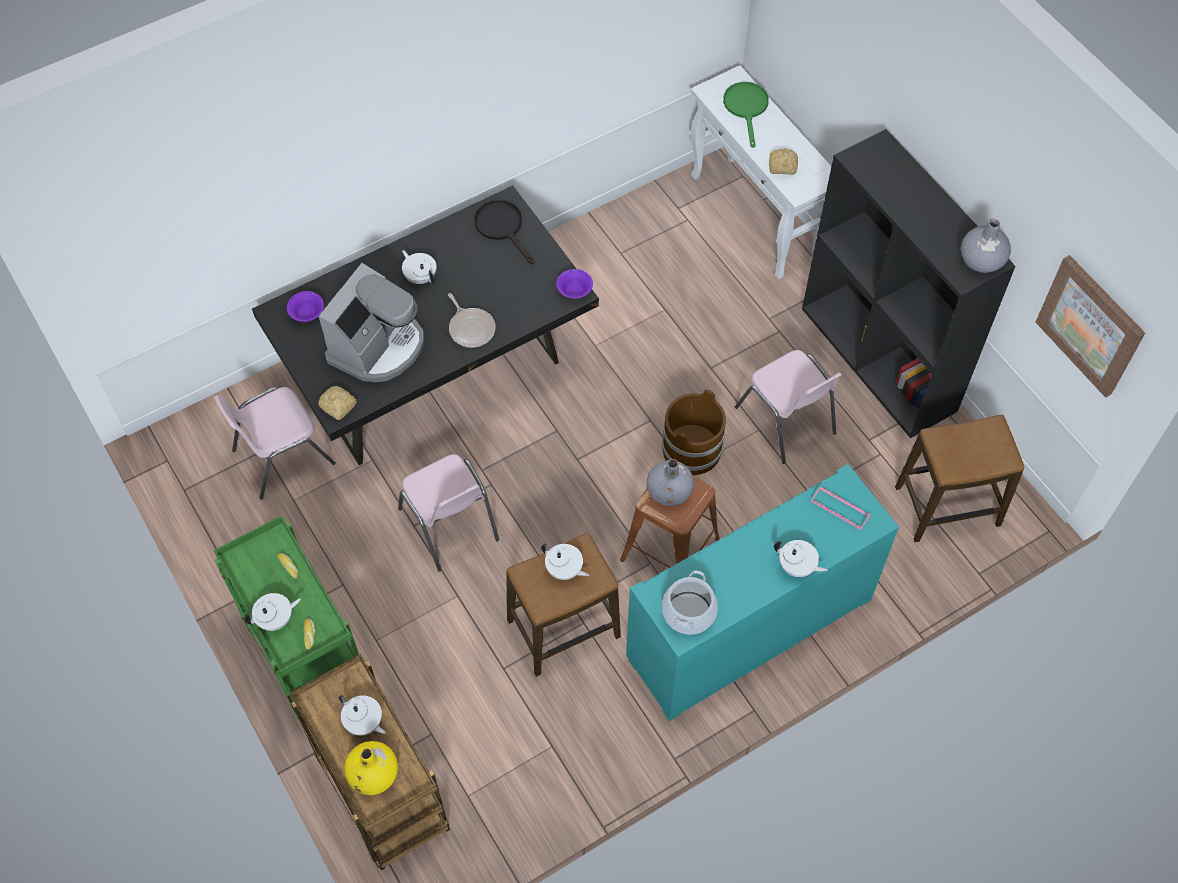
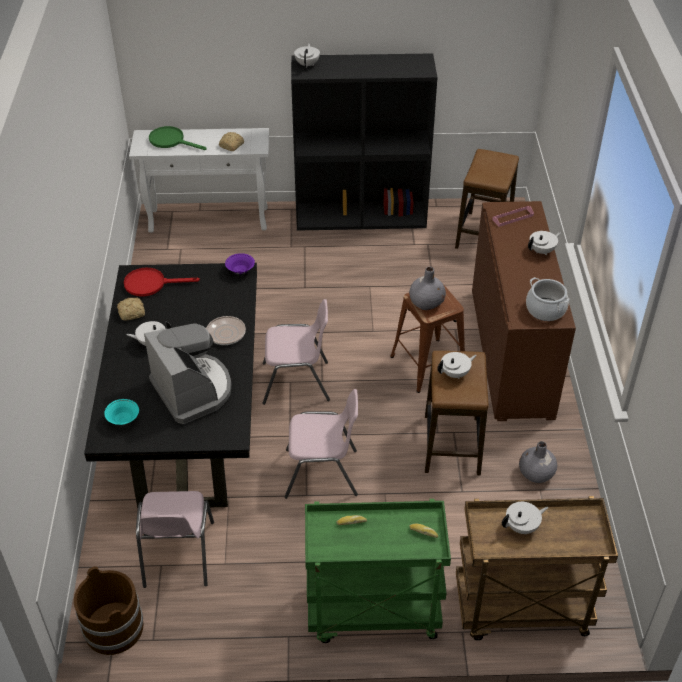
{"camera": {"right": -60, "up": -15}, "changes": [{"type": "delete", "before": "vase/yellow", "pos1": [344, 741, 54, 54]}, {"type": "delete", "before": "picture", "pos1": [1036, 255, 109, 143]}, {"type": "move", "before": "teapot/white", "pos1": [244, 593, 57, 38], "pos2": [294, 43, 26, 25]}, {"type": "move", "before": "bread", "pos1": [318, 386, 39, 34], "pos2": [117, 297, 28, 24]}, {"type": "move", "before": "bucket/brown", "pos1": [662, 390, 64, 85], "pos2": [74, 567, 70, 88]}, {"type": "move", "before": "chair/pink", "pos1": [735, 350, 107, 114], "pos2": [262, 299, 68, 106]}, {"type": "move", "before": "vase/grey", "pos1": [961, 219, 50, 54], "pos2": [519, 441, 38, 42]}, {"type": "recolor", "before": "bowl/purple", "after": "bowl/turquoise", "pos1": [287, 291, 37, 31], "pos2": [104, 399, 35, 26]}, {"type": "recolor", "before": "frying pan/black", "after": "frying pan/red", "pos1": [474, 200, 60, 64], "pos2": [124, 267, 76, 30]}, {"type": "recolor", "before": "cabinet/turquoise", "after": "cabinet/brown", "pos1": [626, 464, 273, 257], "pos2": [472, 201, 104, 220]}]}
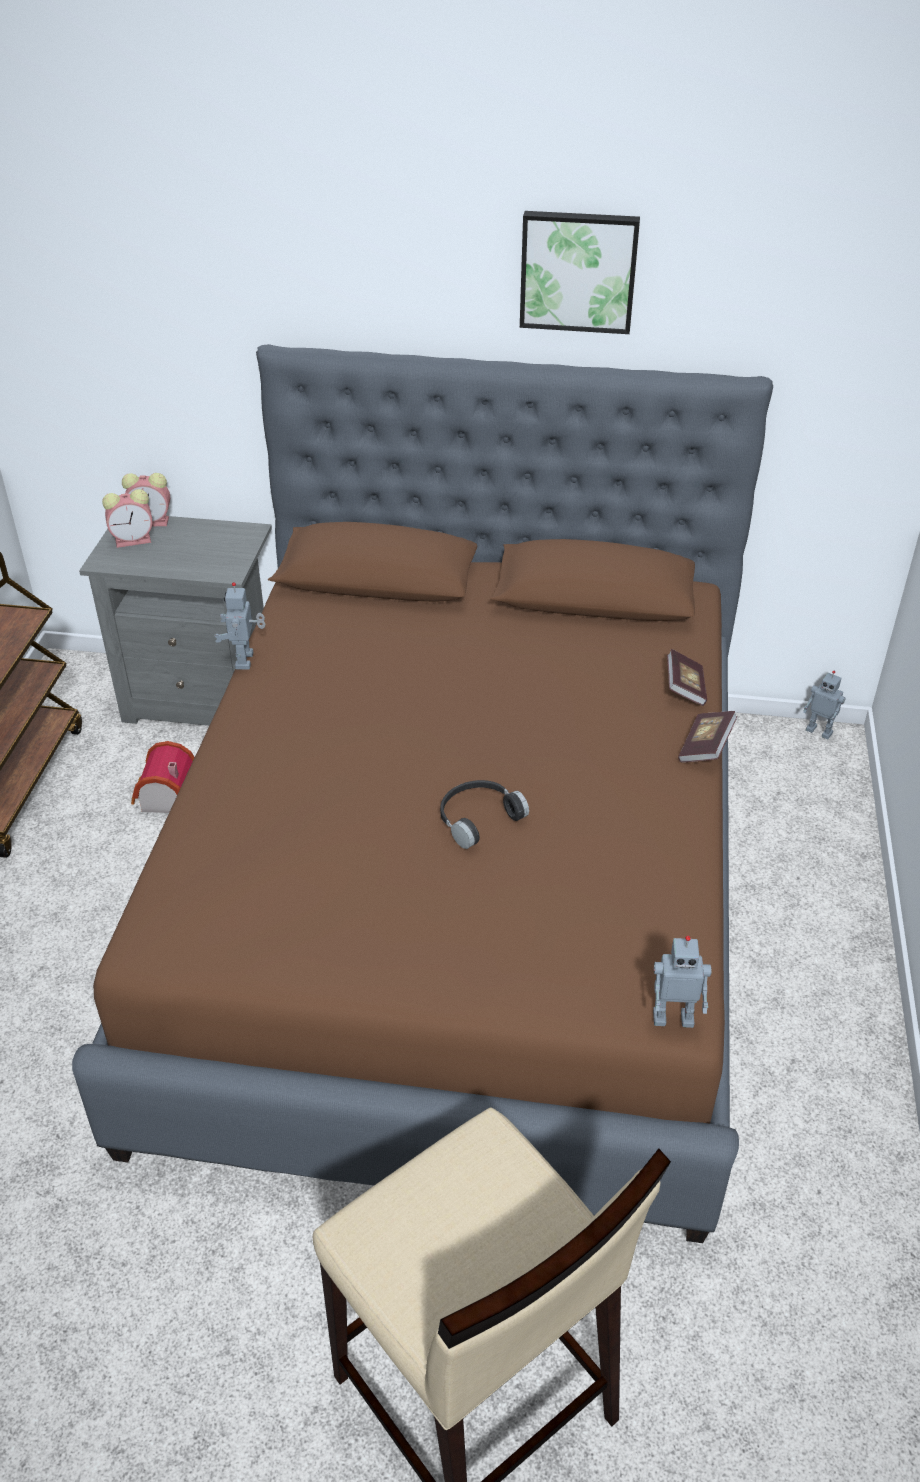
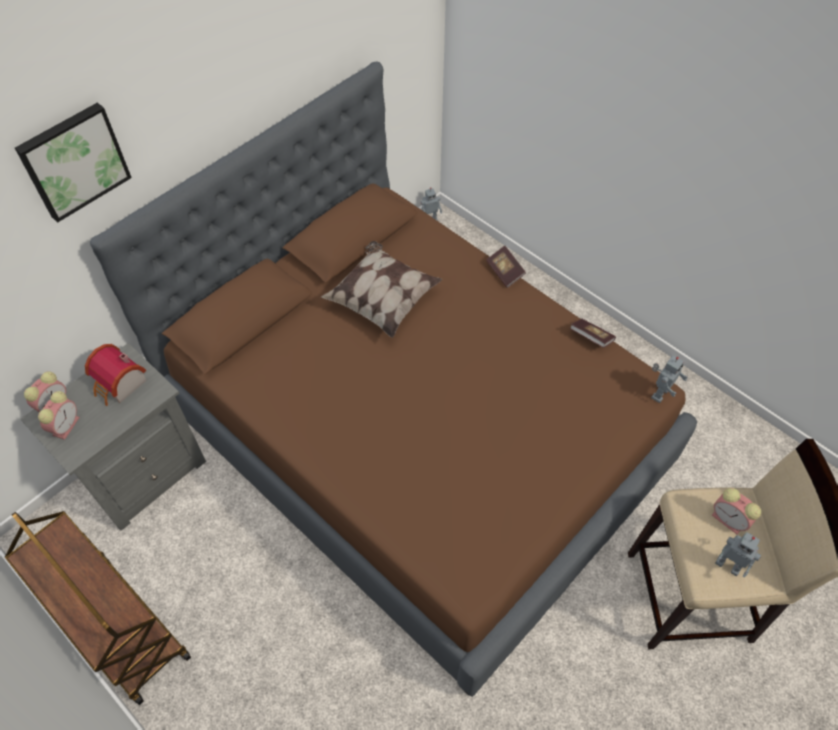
{"camera": {"right": -55, "up": 15}, "changes": [{"type": "delete", "before": "headphones/black", "pos1": [440, 780, 89, 69]}, {"type": "insert", "after": "pillow", "pos2": [321, 241, 121, 97]}, {"type": "insert", "after": "alarm clock", "pos2": [712, 488, 49, 46]}, {"type": "move", "before": "toy house", "pos1": [131, 741, 64, 72], "pos2": [85, 344, 62, 62]}, {"type": "move", "before": "toy robot", "pos1": [215, 582, 51, 88], "pos2": [715, 532, 46, 46]}, {"type": "move", "before": "picture", "pos1": [520, 211, 120, 123], "pos2": [15, 103, 117, 120]}, {"type": "move", "before": "book", "pos1": [667, 649, 40, 57], "pos2": [570, 319, 46, 29]}]}
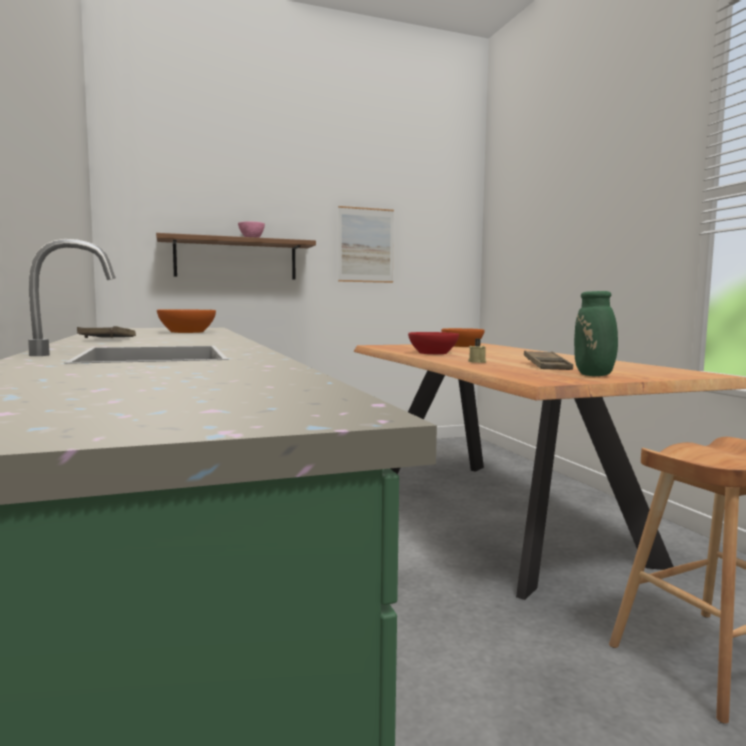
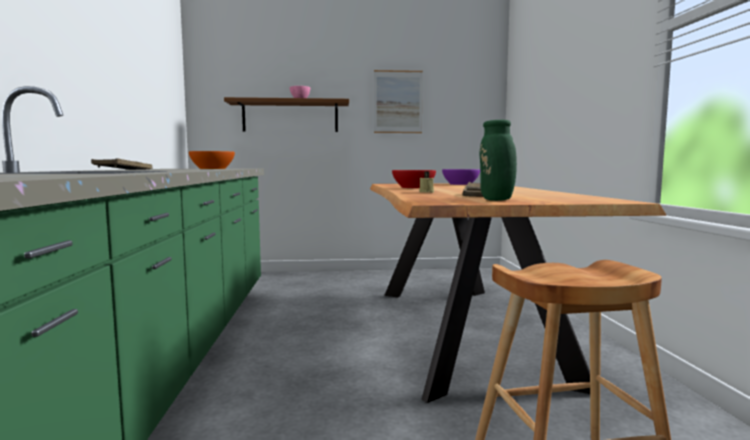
{"camera": {"right": 15, "up": 0}, "changes": [{"type": "recolor", "before": "bowl/orange", "after": "bowl/purple", "pos1": [441, 328, 44, 19], "pos2": [442, 169, 38, 16]}]}
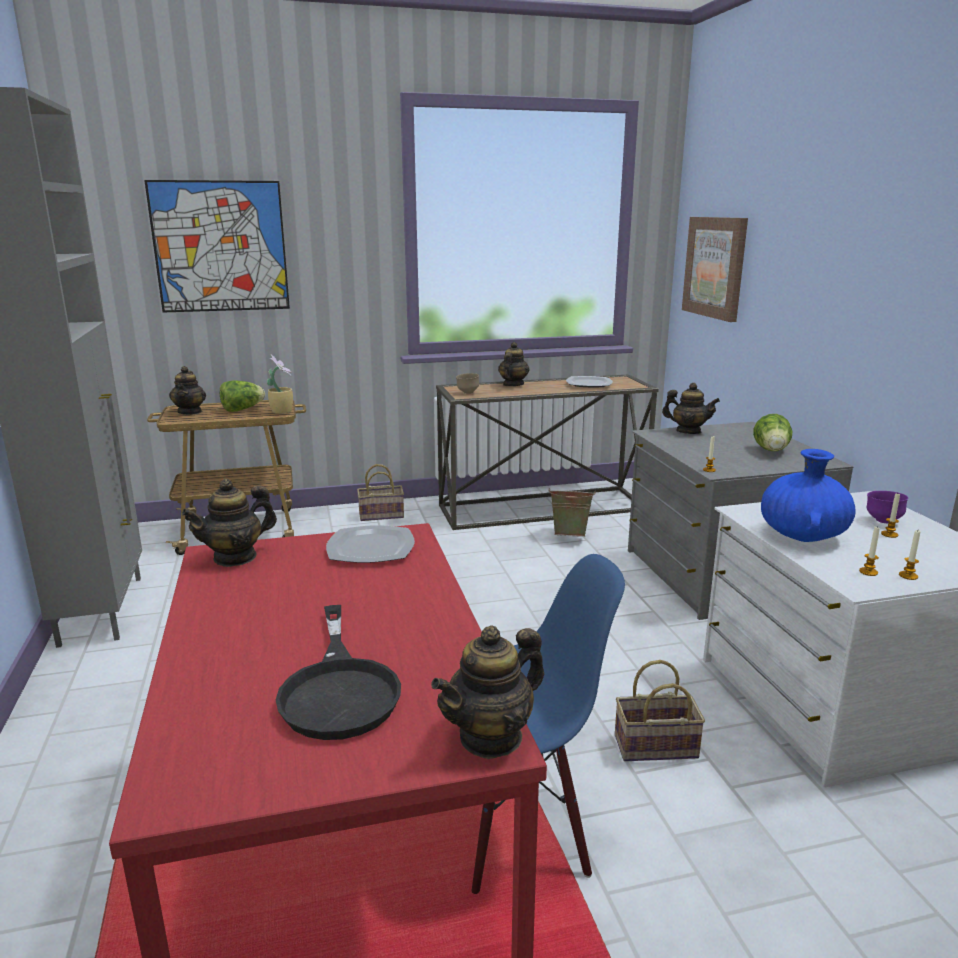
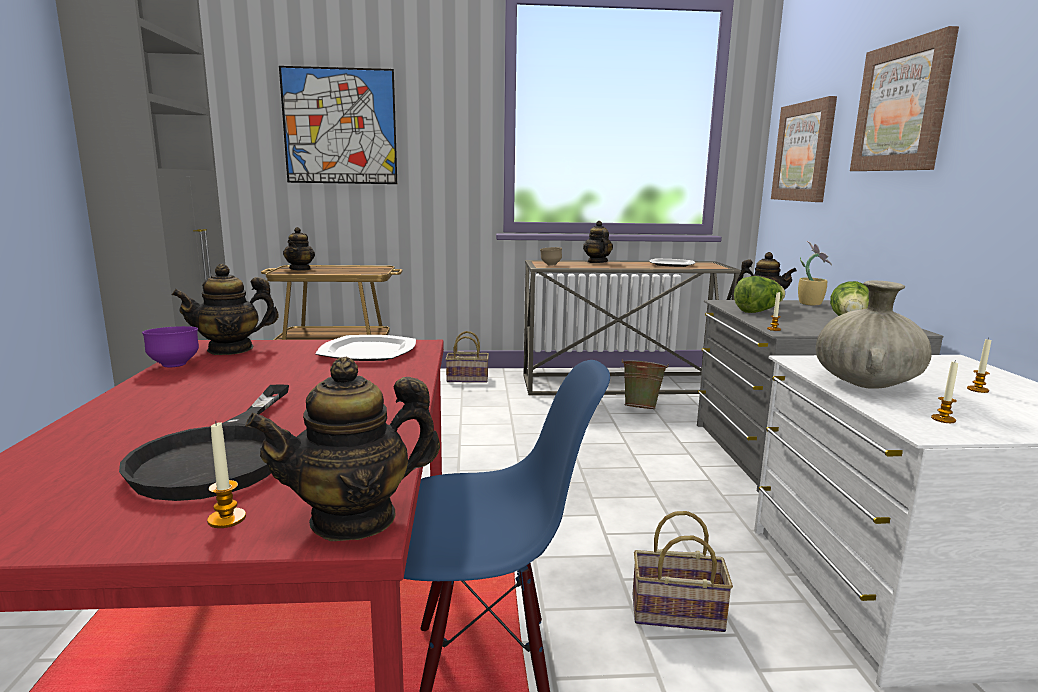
{"camera": {"right": 10, "up": -5}, "changes": [{"type": "insert", "after": "picture", "pos2": [850, 26, 109, 145]}, {"type": "move", "before": "lettuce", "pos1": [220, 380, 45, 32], "pos2": [734, 276, 51, 37]}, {"type": "move", "before": "potted plant", "pos1": [267, 355, 26, 59], "pos2": [798, 241, 34, 65]}, {"type": "move", "before": "bowl/purple", "pos1": [867, 491, 41, 32], "pos2": [142, 326, 57, 41]}, {"type": "move", "before": "candle", "pos1": [899, 530, 22, 50], "pos2": [207, 421, 39, 107]}, {"type": "recolor", "before": "vase/blue", "after": "vase/beige", "pos1": [761, 449, 95, 93], "pos2": [816, 281, 116, 108]}, {"type": "rotate", "before": "teapot", "pos1": [498, 342, 32, 44], "pos2": [583, 221, 30, 42], "turn": -45}]}
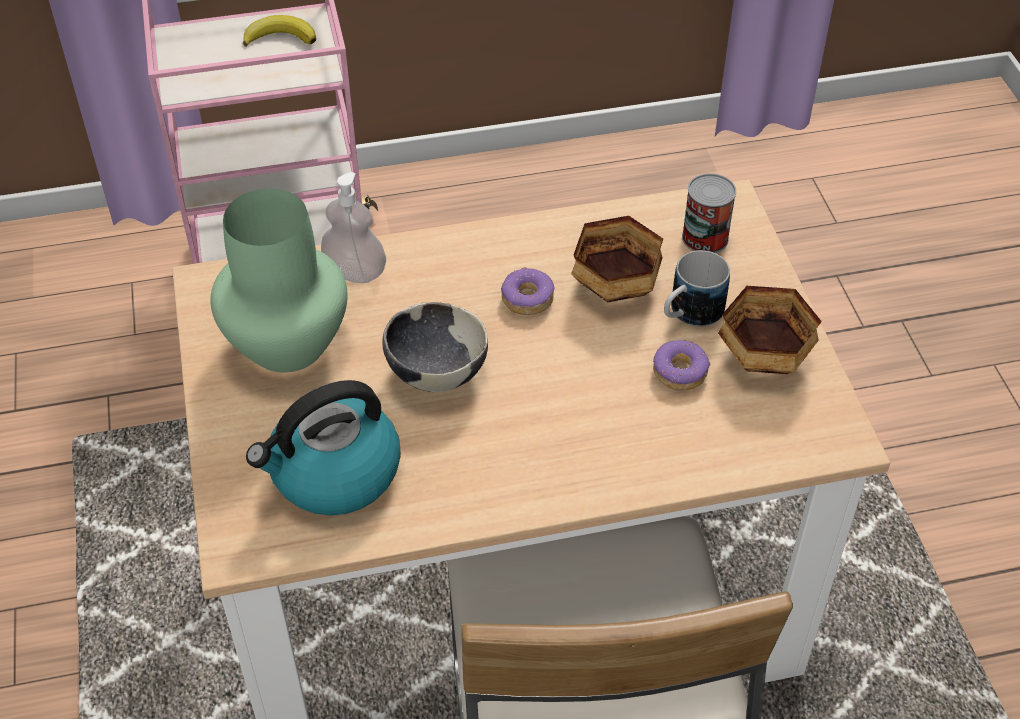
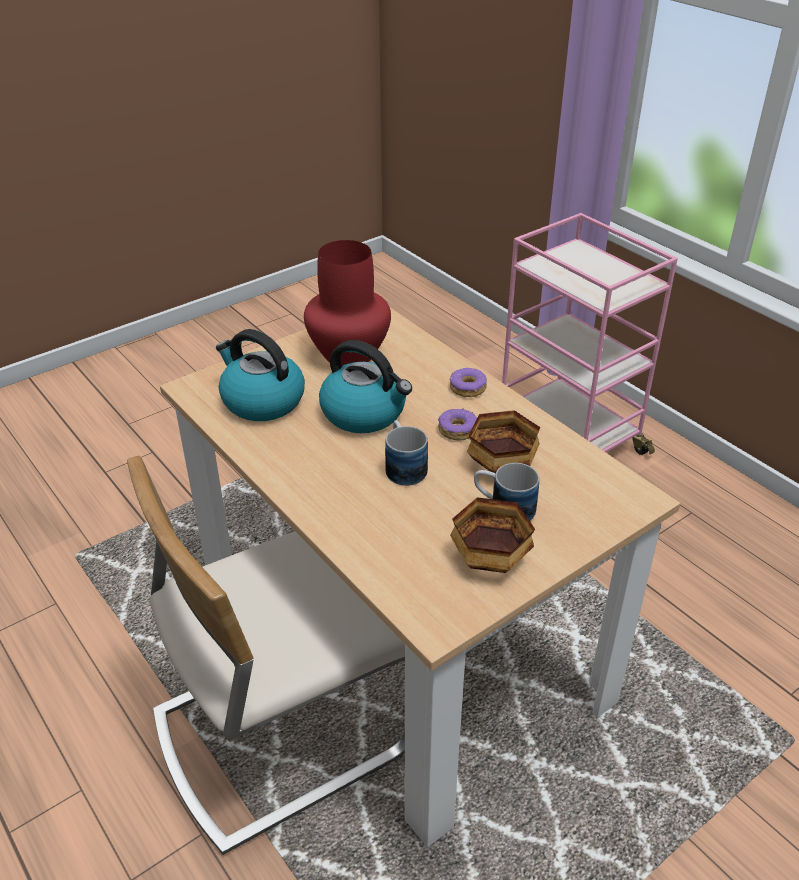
{"camera": {"right": 65, "up": -10}, "changes": [{"type": "delete", "before": "banana", "pos1": [243, 15, 73, 32]}, {"type": "delete", "before": "soap dispenser", "pos1": [321, 172, 65, 111]}, {"type": "delete", "before": "can", "pos1": [682, 174, 54, 79]}, {"type": "insert", "after": "mug", "pos2": [385, 420, 43, 66]}, {"type": "move", "before": "donut", "pos1": [653, 340, 57, 50], "pos2": [450, 368, 37, 29]}, {"type": "replace", "before": "bowl", "after": "kettle", "pos1": [382, 302, 106, 90], "pos2": [319, 340, 93, 93]}, {"type": "recolor", "before": "vase/green", "after": "vase/red", "pos1": [210, 188, 138, 185], "pos2": [304, 240, 87, 126]}]}
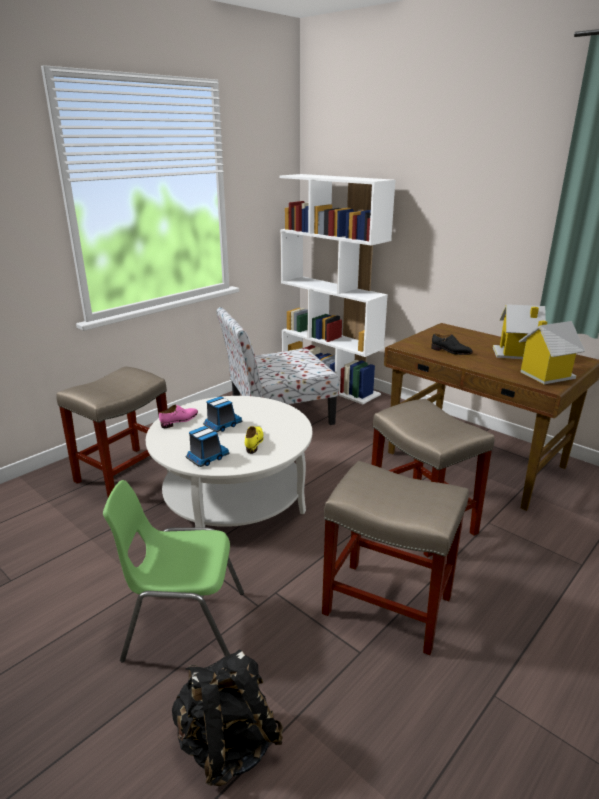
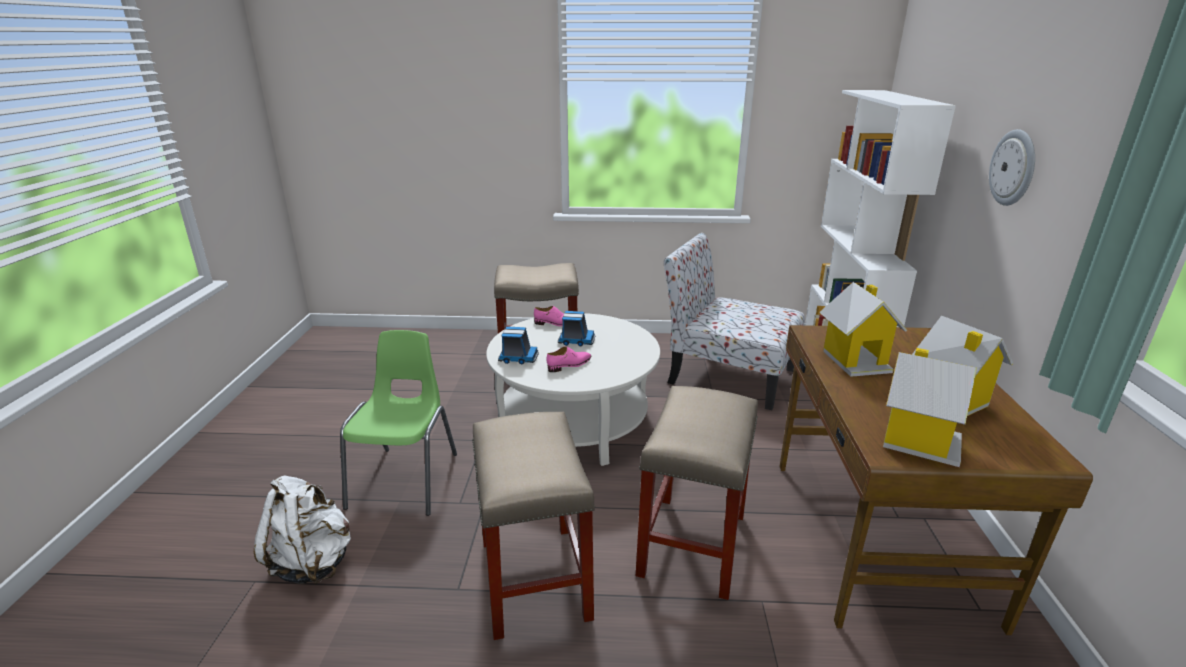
{"camera": {"right": 50, "up": 0}, "changes": [{"type": "insert", "after": "wall clock", "pos2": [989, 129, 46, 77]}, {"type": "replace", "before": "shoe/black", "after": "toy house", "pos1": [431, 333, 42, 22], "pos2": [819, 282, 88, 95]}, {"type": "recolor", "before": "backpack/black", "after": "backpack/white", "pos1": [172, 649, 111, 137], "pos2": [254, 476, 97, 109]}, {"type": "recolor", "before": "shoe/yellow", "after": "shoe/pink", "pos1": [245, 426, 18, 28], "pos2": [546, 346, 45, 26]}, {"type": "rotate", "before": "chair/green", "pos1": [103, 480, 141, 183], "pos2": [340, 330, 117, 186], "turn": 45}]}
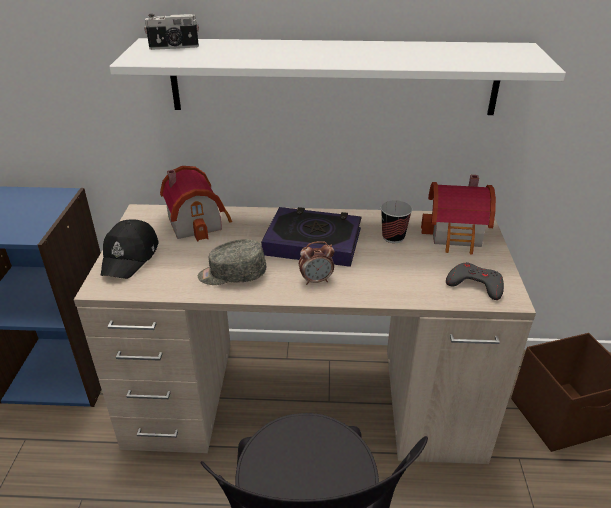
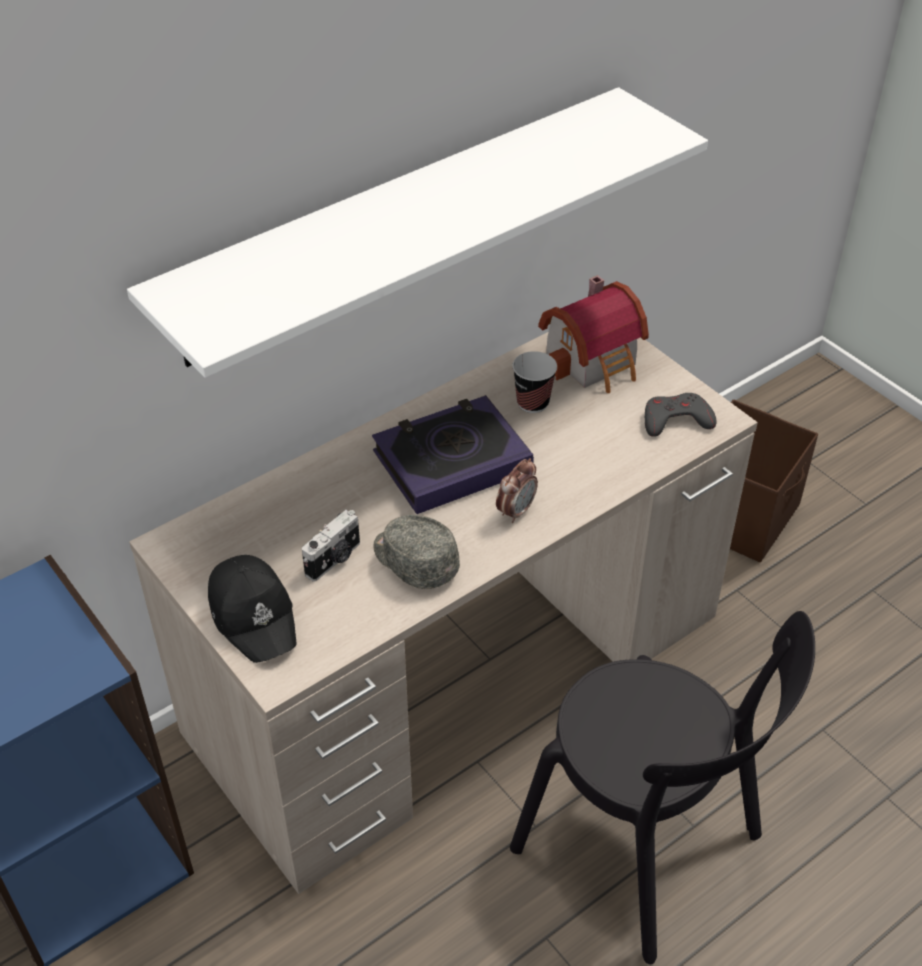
{"camera": {"right": -40, "up": 10}, "changes": [{"type": "delete", "before": "toy house", "pos1": [160, 166, 72, 75]}, {"type": "move", "before": "photo camera", "pos1": [144, 14, 55, 36], "pos2": [302, 510, 58, 71]}, {"type": "rotate", "before": "cap/grey", "pos1": [198, 239, 68, 46], "pos2": [373, 515, 87, 74], "turn": 90}]}
